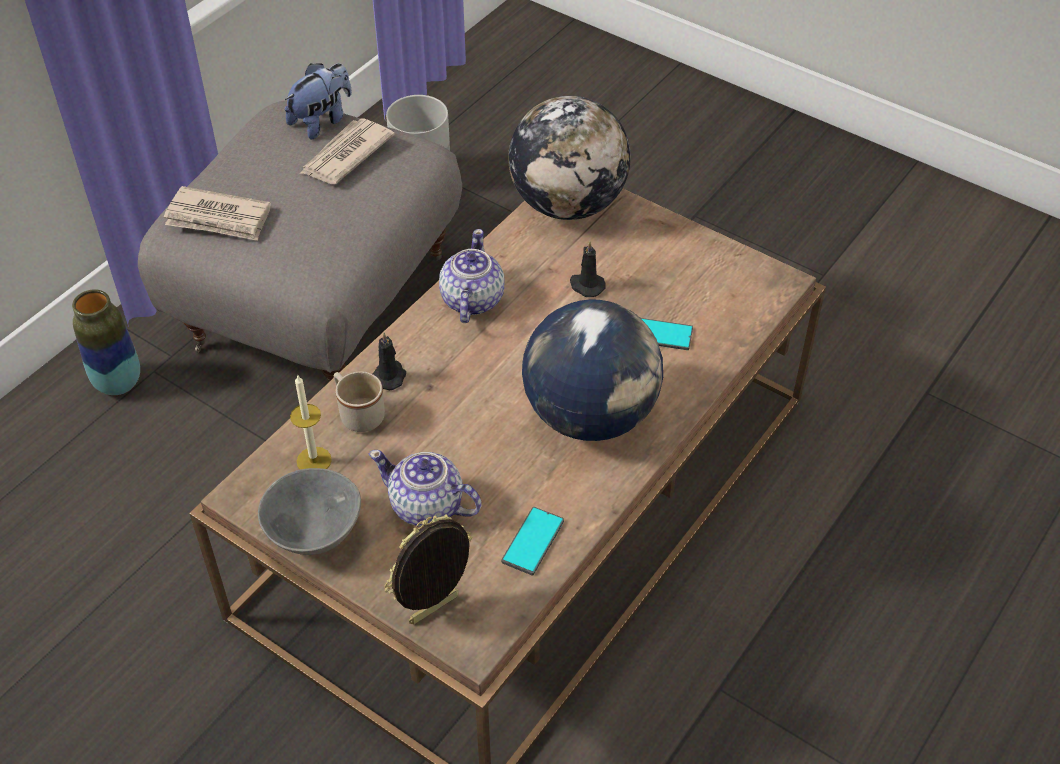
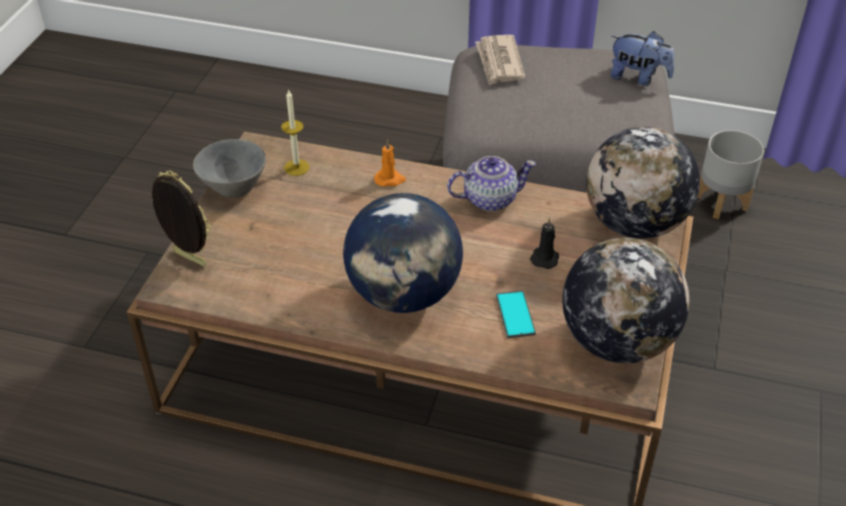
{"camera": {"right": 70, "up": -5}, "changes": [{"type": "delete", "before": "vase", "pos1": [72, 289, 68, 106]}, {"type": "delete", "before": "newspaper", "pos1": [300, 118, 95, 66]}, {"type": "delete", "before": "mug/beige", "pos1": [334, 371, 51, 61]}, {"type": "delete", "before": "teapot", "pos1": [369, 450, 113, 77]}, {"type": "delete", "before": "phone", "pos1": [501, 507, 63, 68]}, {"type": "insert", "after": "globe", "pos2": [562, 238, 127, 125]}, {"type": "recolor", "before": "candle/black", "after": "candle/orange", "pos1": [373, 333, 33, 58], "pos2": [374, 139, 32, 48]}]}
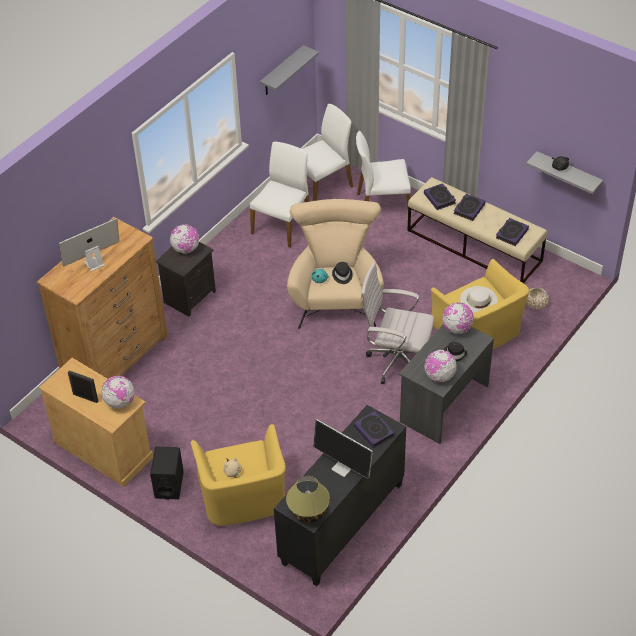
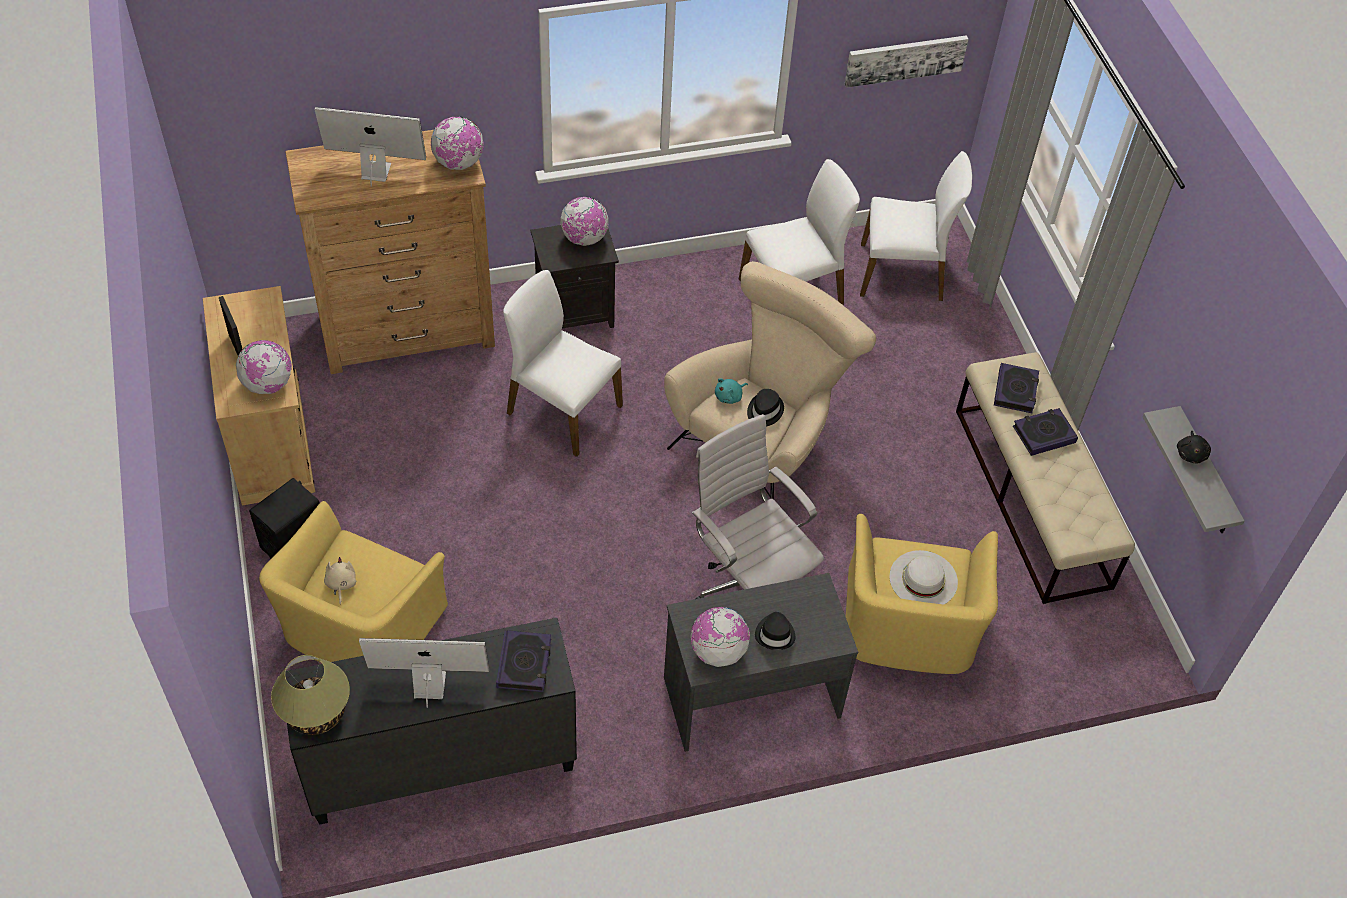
{"camera": {"right": 35, "up": 5}, "changes": [{"type": "delete", "before": "book", "pos1": [496, 218, 33, 28]}, {"type": "delete", "before": "planter/beige", "pos1": [526, 287, 23, 23]}, {"type": "move", "before": "chair/white", "pos1": [356, 131, 55, 78], "pos2": [503, 270, 120, 187]}, {"type": "move", "before": "globe", "pos1": [442, 302, 32, 32], "pos2": [431, 116, 53, 54]}, {"type": "replace", "before": "shelf/grey", "after": "picture", "pos1": [260, 45, 59, 50], "pos2": [845, 35, 123, 53]}, {"type": "rotate", "before": "monitor", "pos1": [313, 419, 60, 60], "pos2": [359, 638, 130, 70], "turn": 105}]}
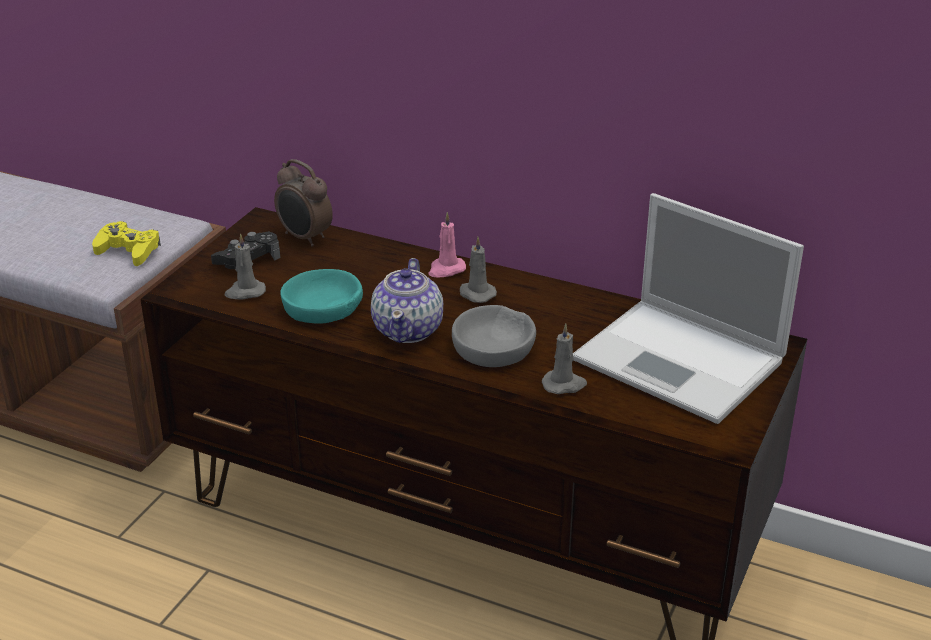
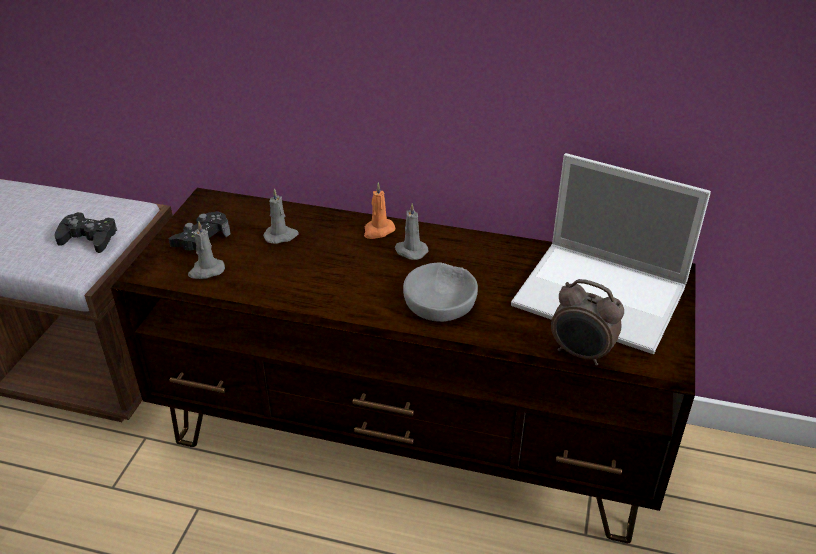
{"camera": {"right": -10, "up": 5}, "changes": [{"type": "delete", "before": "bowl/turquoise", "pos1": [280, 269, 83, 55]}, {"type": "delete", "before": "teapot", "pos1": [371, 258, 72, 85]}, {"type": "move", "before": "alarm clock", "pos1": [274, 159, 59, 88], "pos2": [551, 279, 73, 87]}, {"type": "move", "before": "candle/grey", "pos1": [542, 323, 45, 71], "pos2": [263, 188, 36, 56]}, {"type": "recolor", "before": "game controller/yellow", "after": "game controller/black", "pos1": [92, 221, 69, 45], "pos2": [55, 212, 62, 41]}, {"type": "recolor", "before": "candle/pink", "after": "candle/orange", "pos1": [428, 212, 38, 66], "pos2": [364, 182, 32, 57]}]}
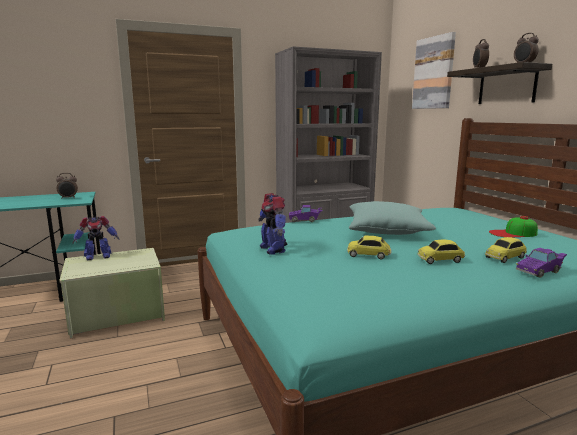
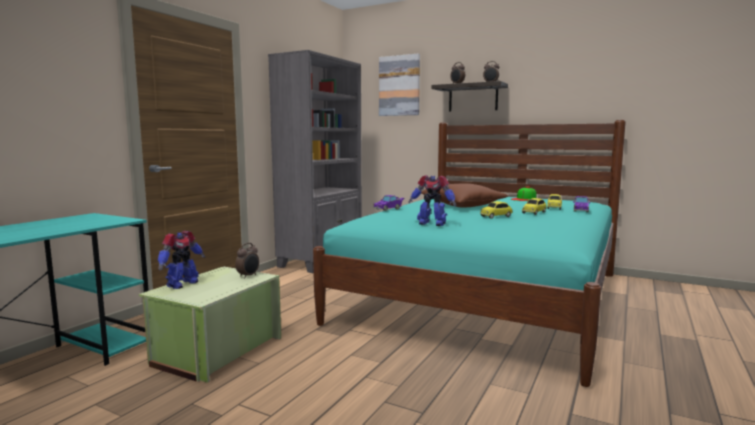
{"camera": {"right": -40, "up": -5}, "changes": [{"type": "move", "before": "alarm clock", "pos1": [56, 173, 22, 26], "pos2": [235, 243, 24, 35]}, {"type": "recolor", "before": "pillow/turquoise", "after": "pillow/brown", "pos1": [349, 201, 87, 34], "pos2": [421, 183, 87, 24]}]}
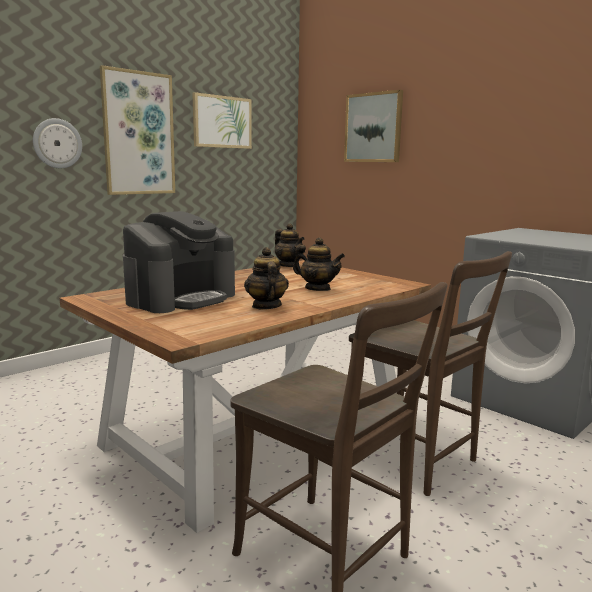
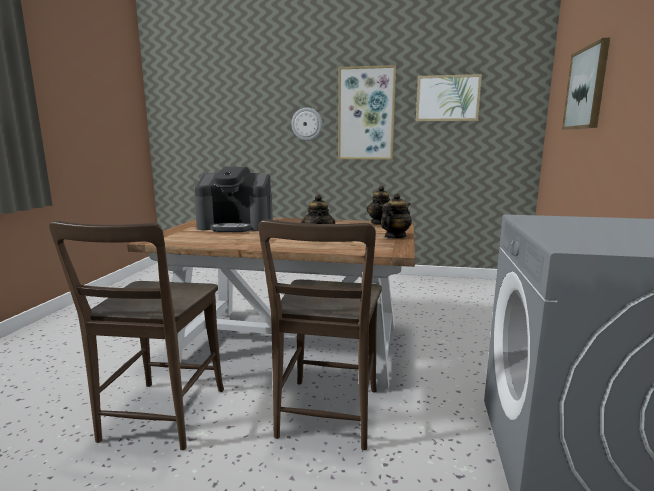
{"camera": {"right": 55, "up": 0}, "changes": [{"type": "move", "before": "teapot", "pos1": [244, 247, 45, 62], "pos2": [381, 193, 31, 45]}]}
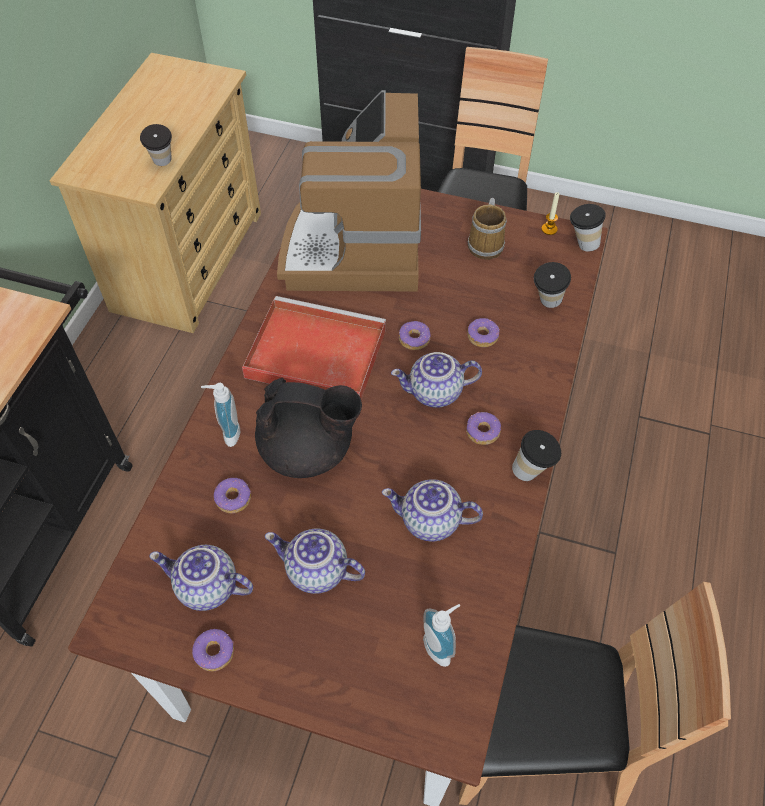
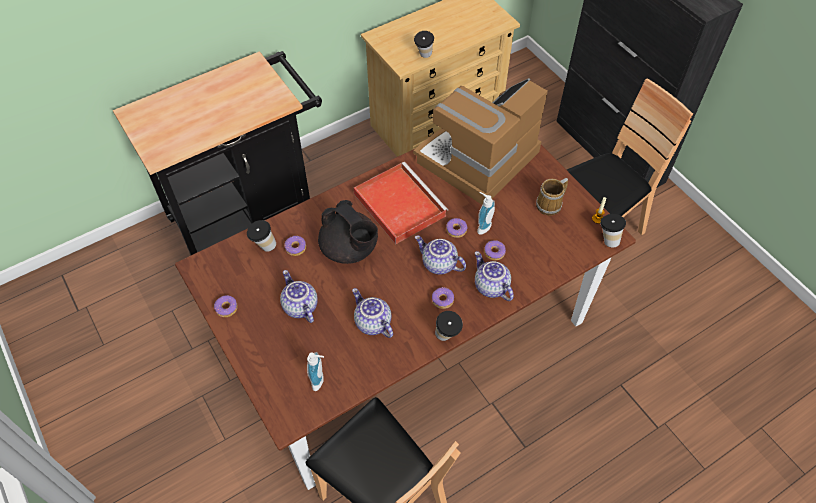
{"camera": {"right": 40, "up": 0}, "changes": [{"type": "move", "before": "teapot", "pos1": [149, 545, 104, 66], "pos2": [475, 251, 39, 50]}, {"type": "move", "before": "soap dispenser", "pos1": [201, 383, 39, 64], "pos2": [477, 192, 18, 43]}, {"type": "move", "before": "cup", "pos1": [534, 262, 37, 46], "pos2": [247, 220, 29, 32]}]}
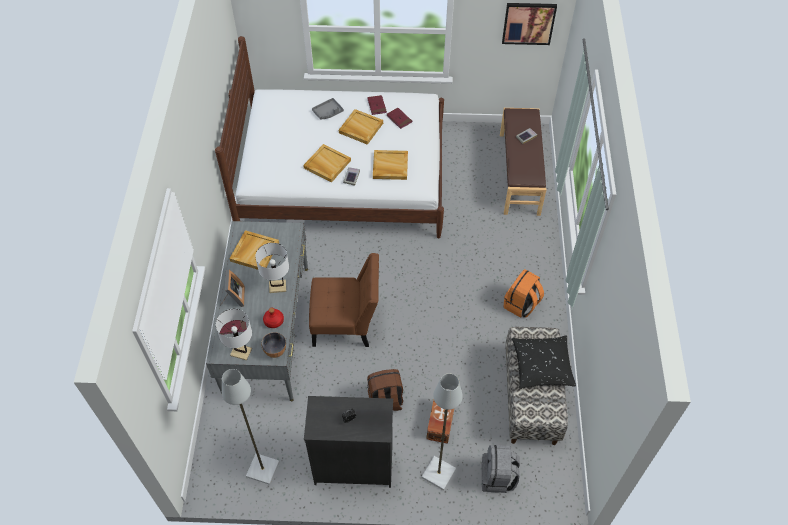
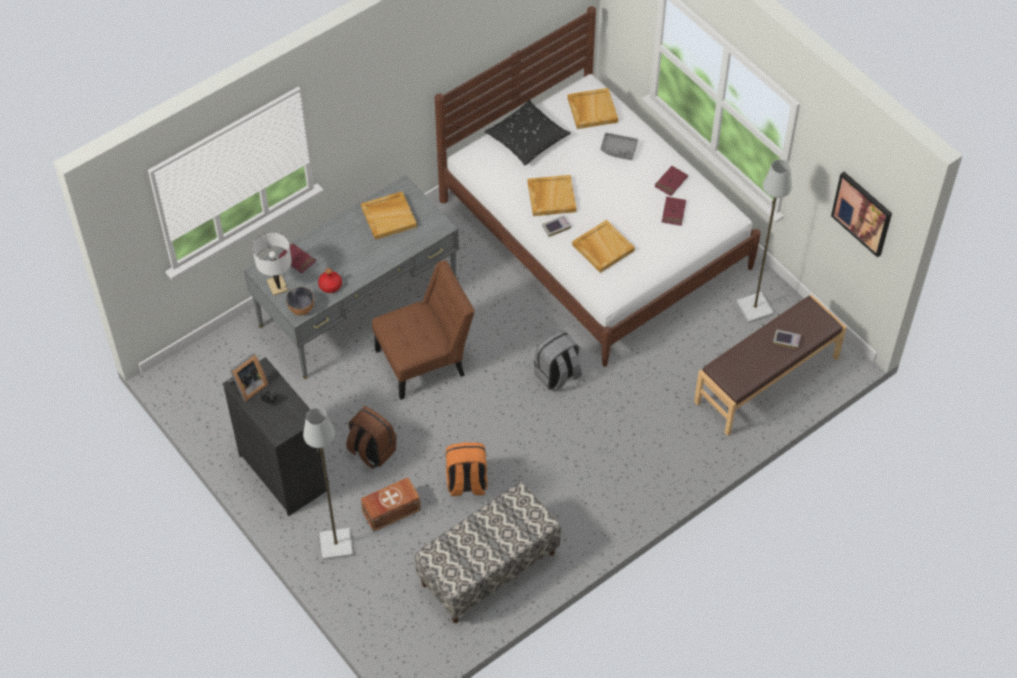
{"camera": {"right": 50, "up": 0}, "changes": [{"type": "delete", "before": "table lamp/white", "pos1": [255, 243, 34, 50]}, {"type": "move", "before": "picture frame", "pos1": [220, 270, 25, 37], "pos2": [228, 353, 40, 49]}, {"type": "move", "before": "floor lamp/grey", "pos1": [222, 369, 58, 116], "pos2": [737, 159, 55, 164]}, {"type": "move", "before": "tray/beige", "pos1": [339, 109, 44, 36], "pos2": [568, 88, 50, 41]}, {"type": "move", "before": "backpack/grey", "pos1": [482, 445, 38, 48], "pos2": [534, 331, 48, 60]}, {"type": "move", "before": "backpack/orange", "pos1": [503, 269, 41, 49], "pos2": [446, 442, 42, 54]}, {"type": "move", "before": "pillow/black", "pos1": [512, 335, 64, 54], "pos2": [484, 100, 87, 65]}, {"type": "rotate", "before": "chair/brown", "pos1": [309, 253, 70, 94], "pos2": [372, 260, 103, 140], "turn": -75}]}
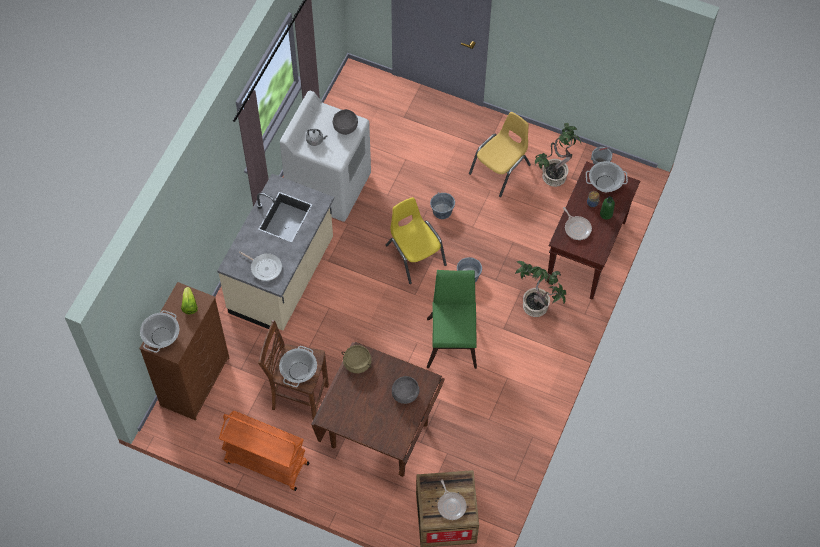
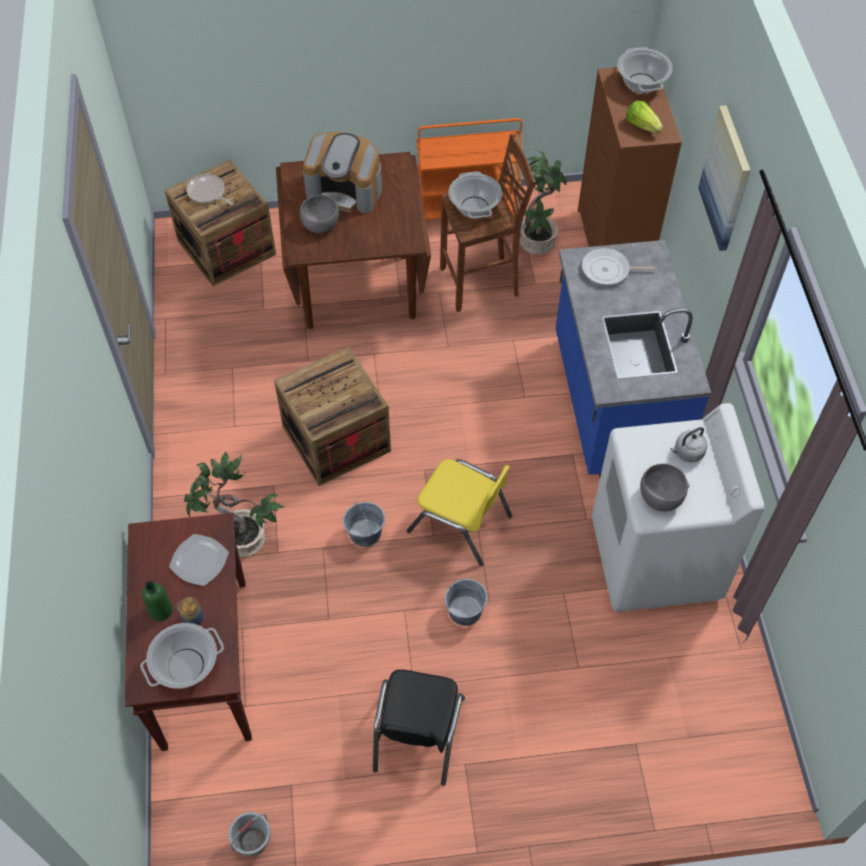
{"camera": {"right": 150, "up": -5}, "changes": [{"type": "delete", "before": "cooking pot/beige", "pos1": [341, 345, 31, 28]}, {"type": "insert", "after": "coffee machine", "pos2": [303, 132, 79, 81]}, {"type": "insert", "after": "picture", "pos2": [698, 105, 53, 146]}, {"type": "move", "before": "potted plant", "pos1": [535, 123, 46, 64], "pos2": [520, 150, 47, 104]}, {"type": "replace", "before": "chair/green", "after": "crate", "pos1": [427, 270, 50, 99], "pos2": [274, 347, 117, 139]}, {"type": "replace", "before": "frying pan", "after": "plate", "pos1": [563, 207, 29, 33], "pos2": [169, 534, 60, 52]}, {"type": "recolor", "before": "counter/beige", "after": "counter/blue", "pos1": [217, 174, 117, 156], "pos2": [556, 240, 155, 237]}, {"type": "recolor", "before": "chair/yellow", "after": "chair/black", "pos1": [469, 112, 62, 85], "pos2": [373, 669, 92, 117]}]}
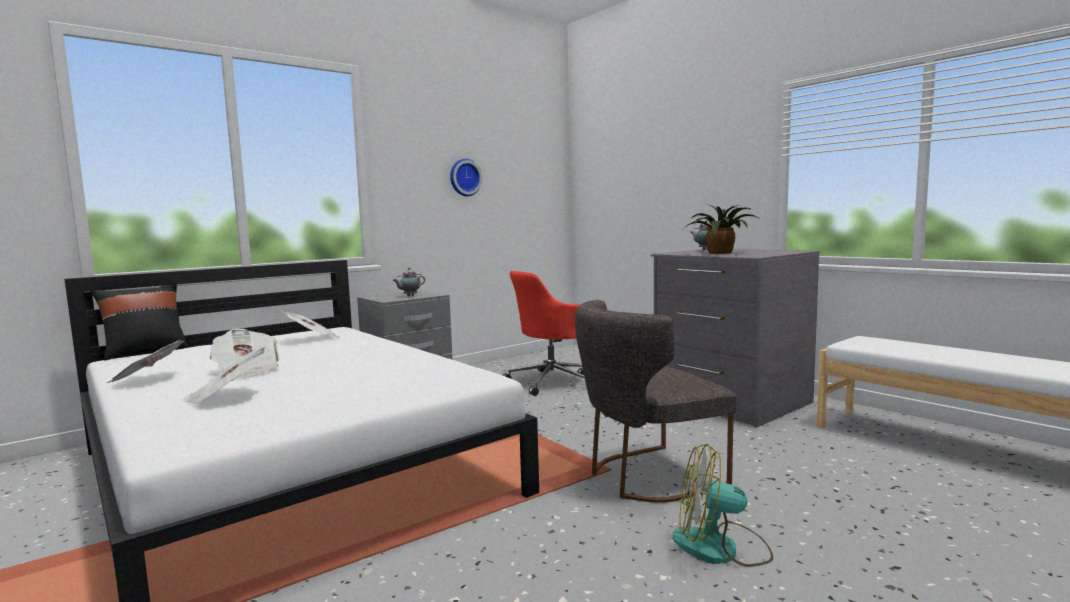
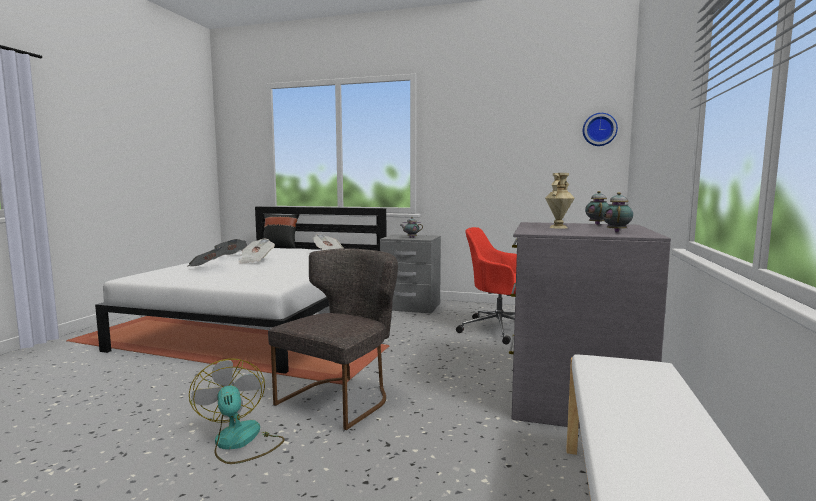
{"camera": {"right": 55, "up": 0}, "changes": [{"type": "insert", "after": "teapot", "pos2": [602, 192, 31, 41]}, {"type": "move", "before": "wall clock", "pos1": [450, 159, 32, 37], "pos2": [583, 113, 35, 33]}, {"type": "replace", "before": "potted plant", "after": "vase/beige", "pos1": [684, 205, 77, 49], "pos2": [545, 173, 30, 56]}, {"type": "rotate", "before": "chair/grey", "pos1": [575, 300, 162, 203], "pos2": [268, 248, 130, 182], "turn": 90}]}
